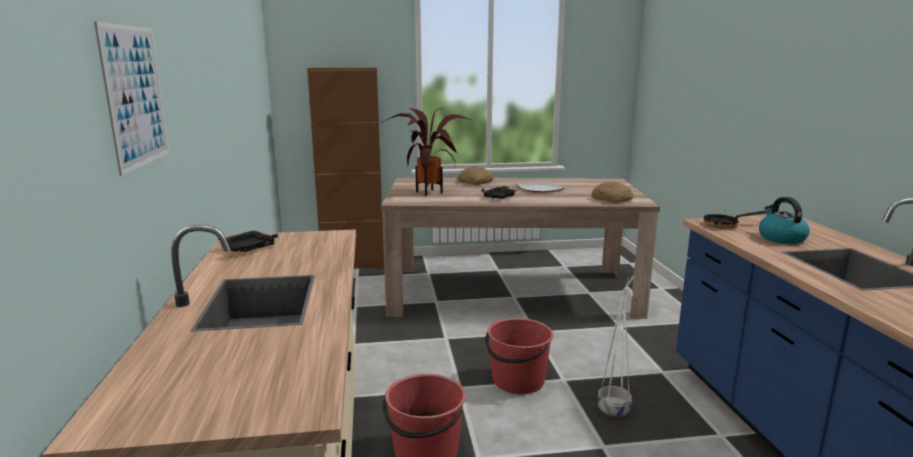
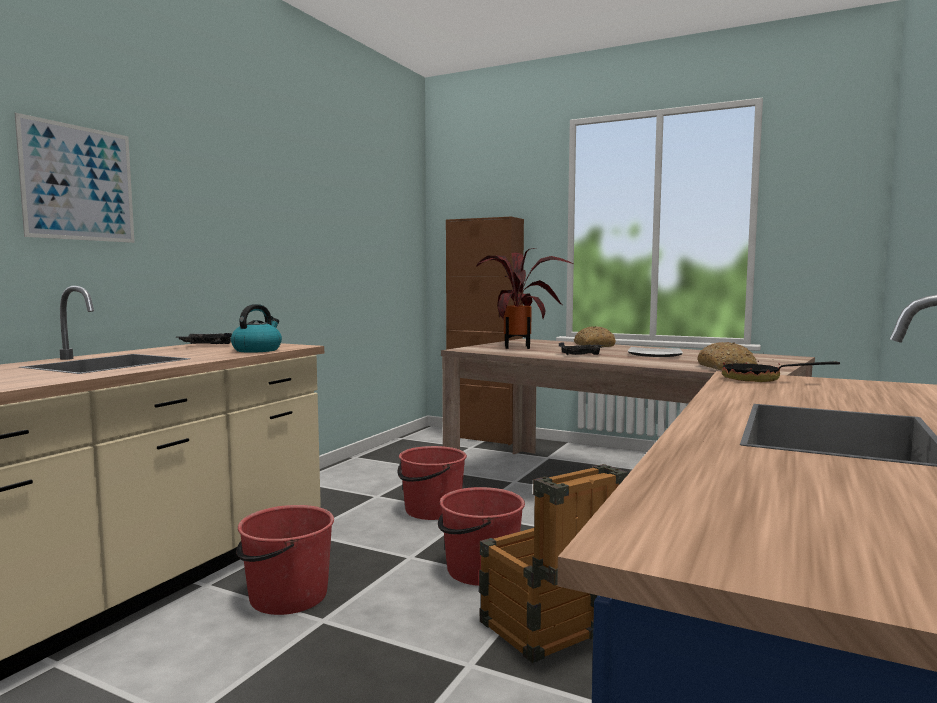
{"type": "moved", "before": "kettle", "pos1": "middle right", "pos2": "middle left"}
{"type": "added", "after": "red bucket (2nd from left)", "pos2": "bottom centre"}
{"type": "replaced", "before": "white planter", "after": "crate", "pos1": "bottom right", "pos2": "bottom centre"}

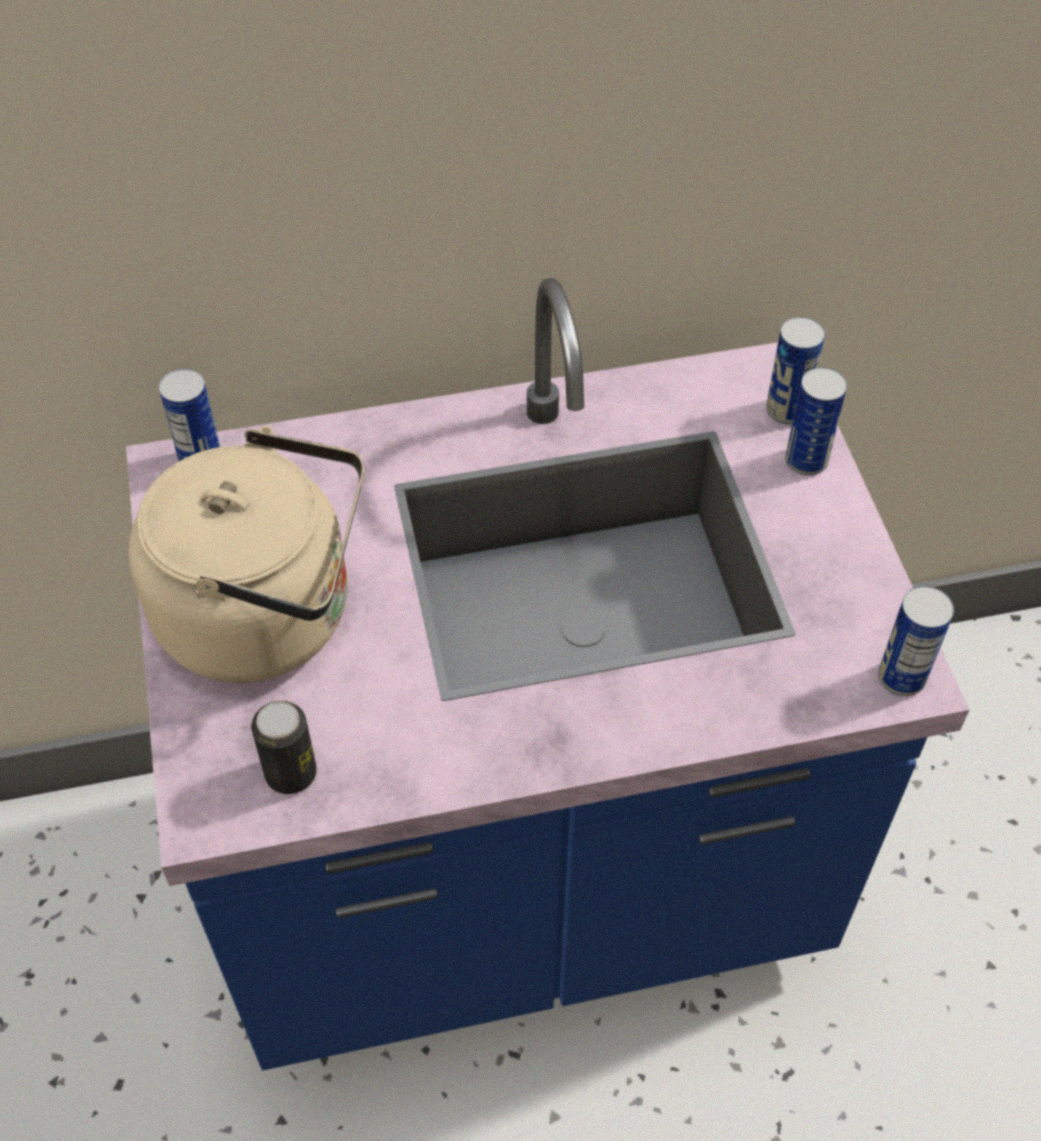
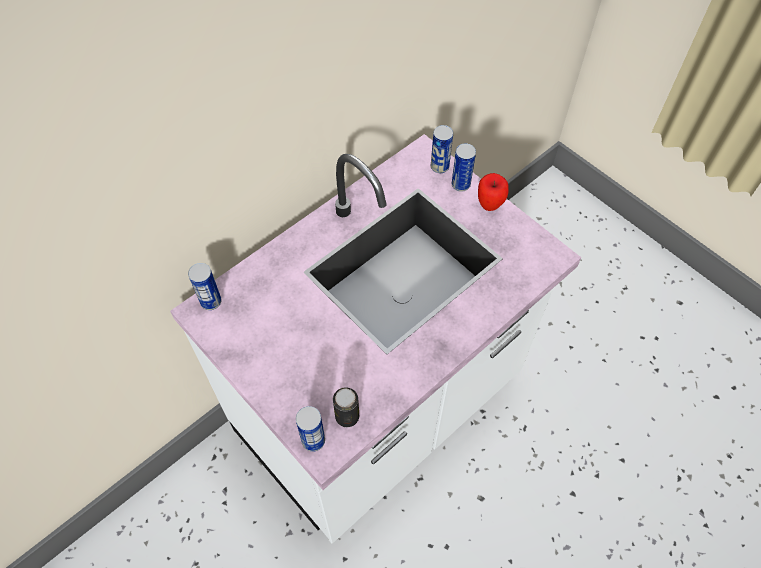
{"type": "recoloured", "before": "blue counter", "after": "white counter", "pos1": "centre", "pos2": "centre"}
{"type": "moved", "before": "can (5th from left in the first image)", "after": "can (2nd from left)", "pos1": "middle right", "pos2": "bottom centre"}
{"type": "added", "after": "apple", "pos2": "centre"}
{"type": "removed", "before": "beige kettle", "pos1": "middle left"}

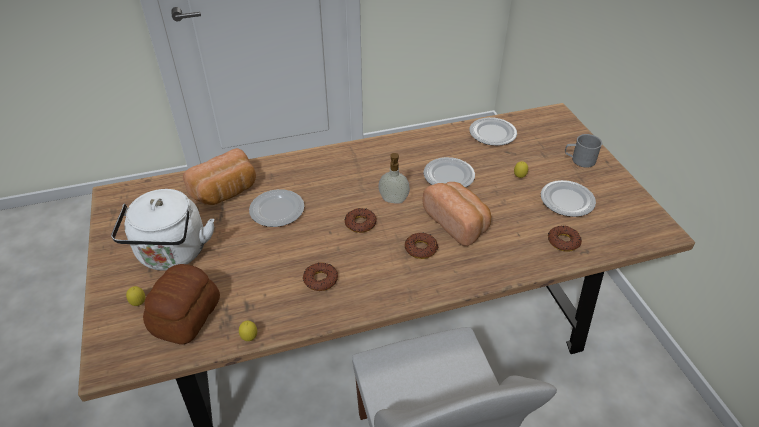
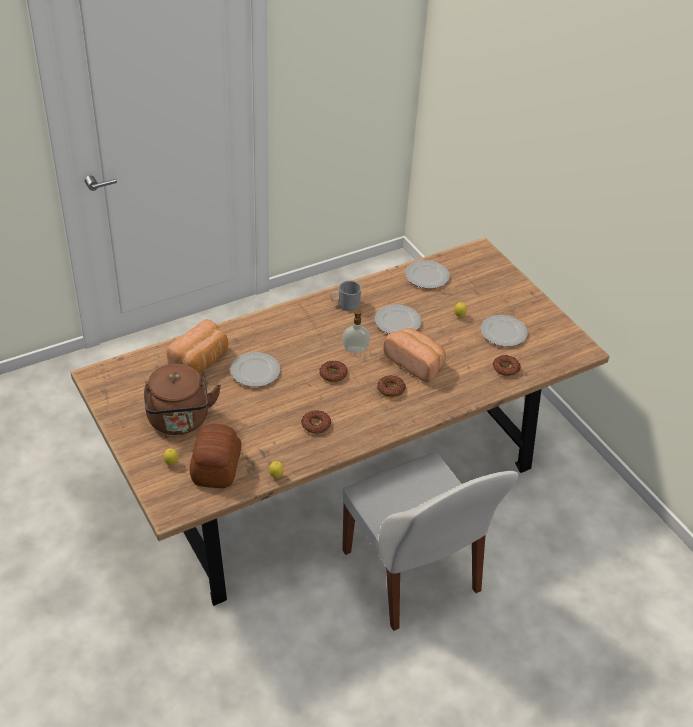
{"type": "recoloured", "before": "white kettle", "after": "brown kettle", "pos1": "middle left", "pos2": "middle left"}
{"type": "moved", "before": "grey mug", "pos1": "middle right", "pos2": "centre"}

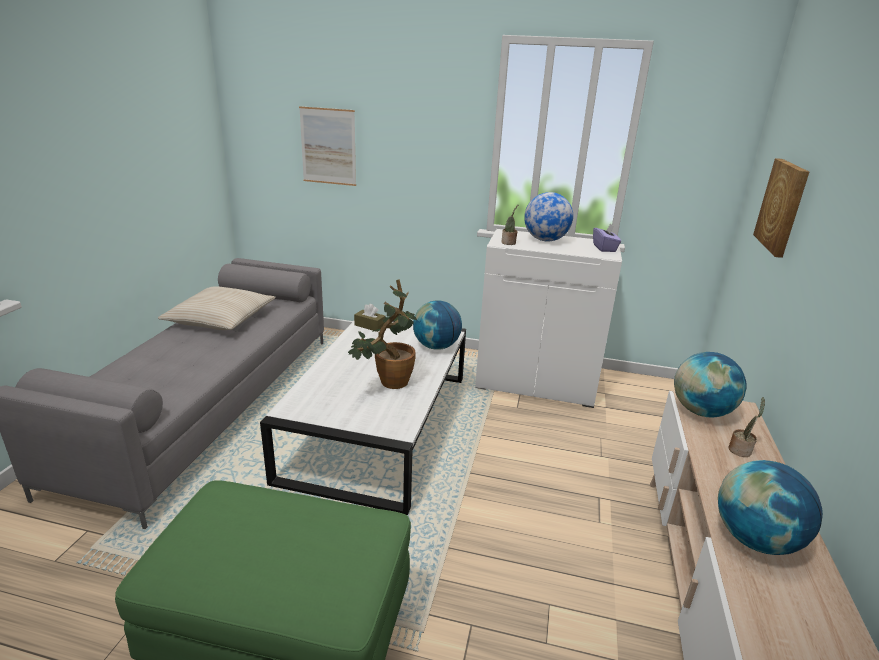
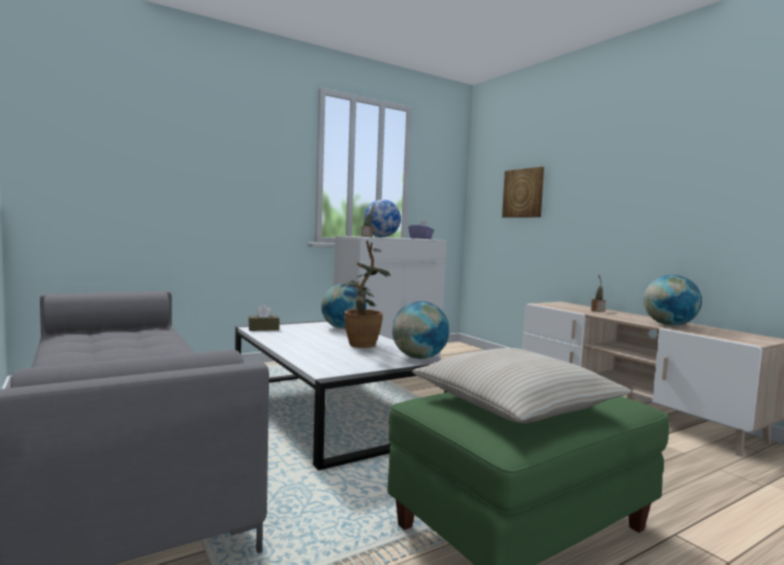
{"type": "moved", "before": "globe (3rd from left)", "pos1": "middle right", "pos2": "centre"}
{"type": "moved", "before": "beige pillow", "pos1": "middle left", "pos2": "bottom centre"}
{"type": "removed", "before": "picture (1st from left)", "pos1": "top centre"}

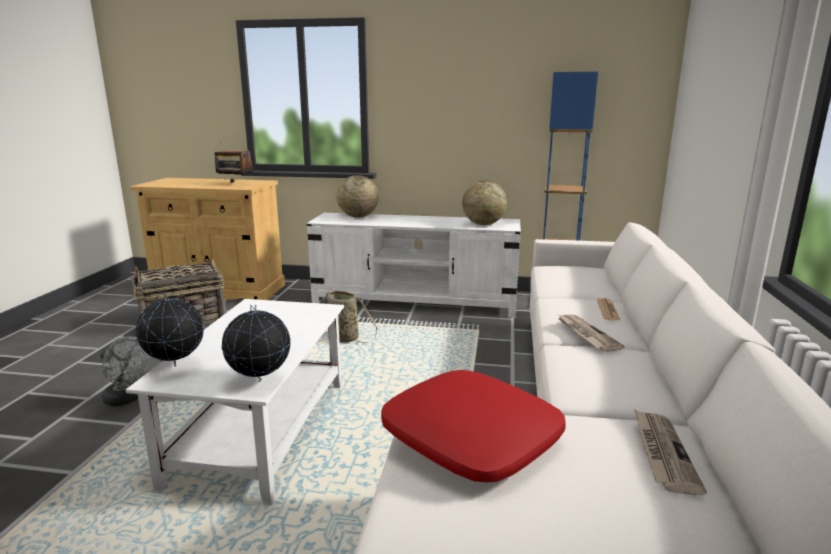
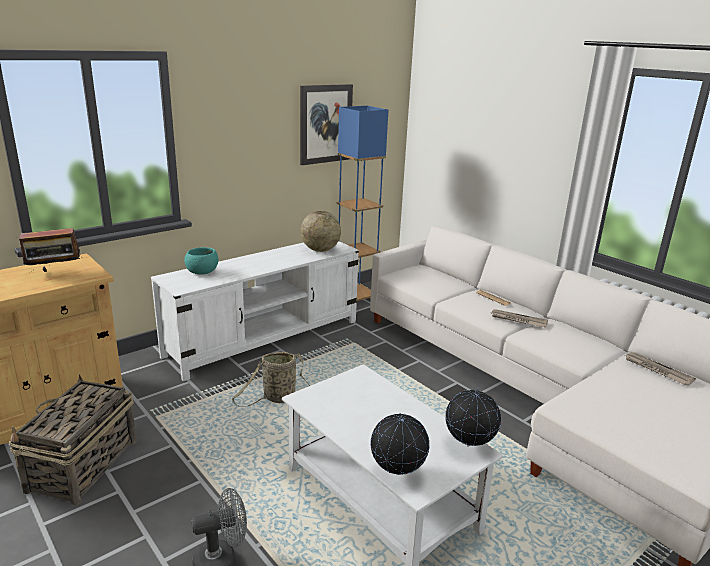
{"type": "replaced", "before": "globe (3rd from left)", "after": "turquoise bowl", "pos1": "centre", "pos2": "middle left"}
{"type": "added", "after": "picture", "pos2": "top centre"}
{"type": "removed", "before": "red pillow", "pos1": "bottom centre"}

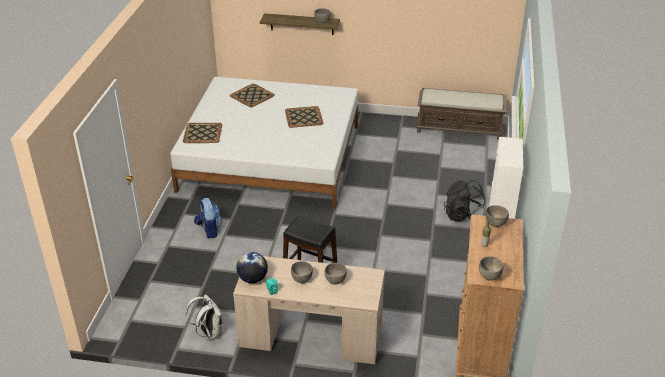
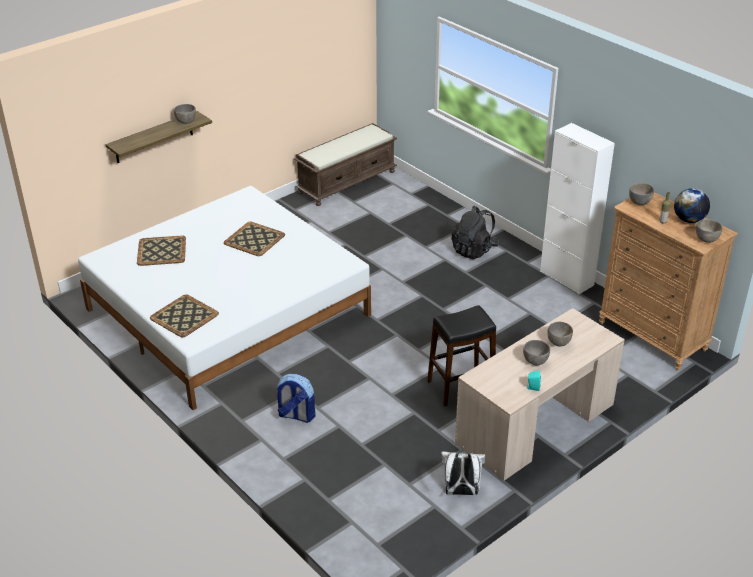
{"type": "moved", "before": "globe", "pos1": "bottom centre", "pos2": "middle right"}

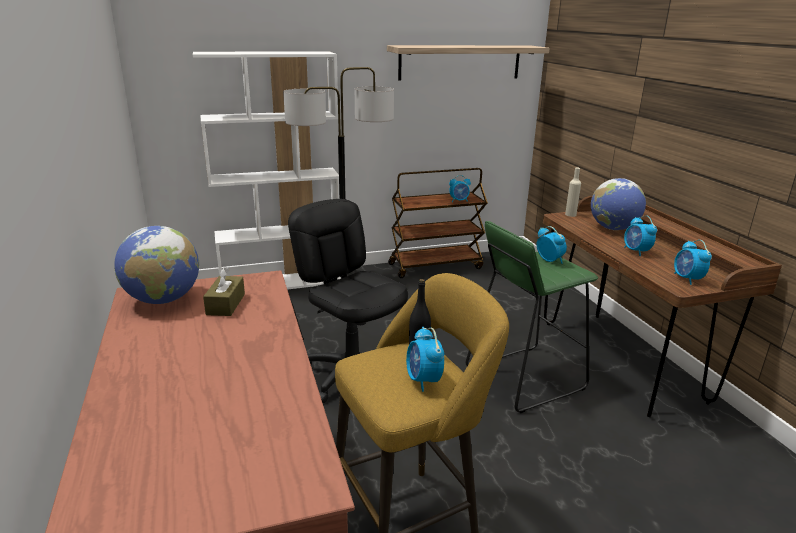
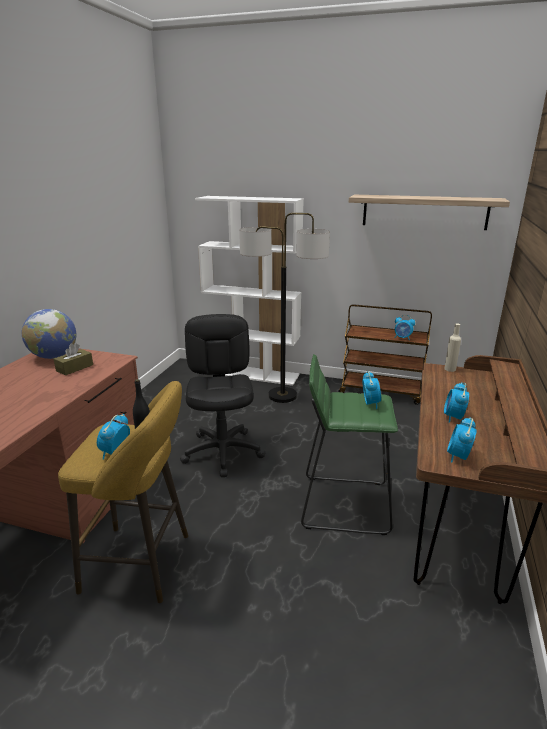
{"type": "removed", "before": "globe (2nd from left)", "pos1": "middle right"}

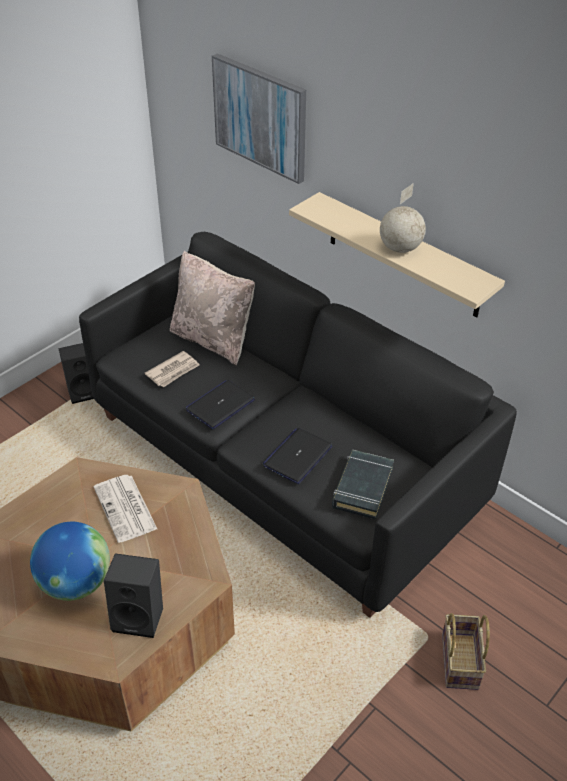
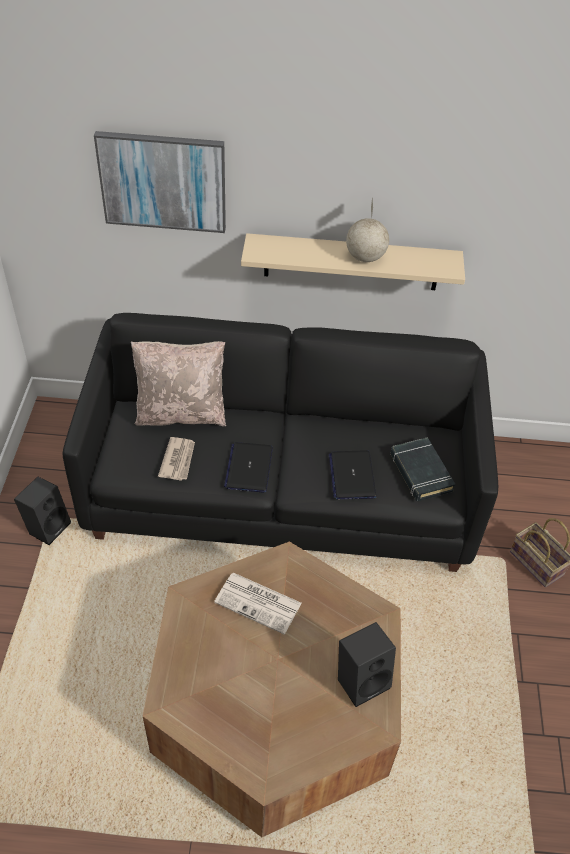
{"type": "removed", "before": "globe (1st from left)", "pos1": "bottom left"}

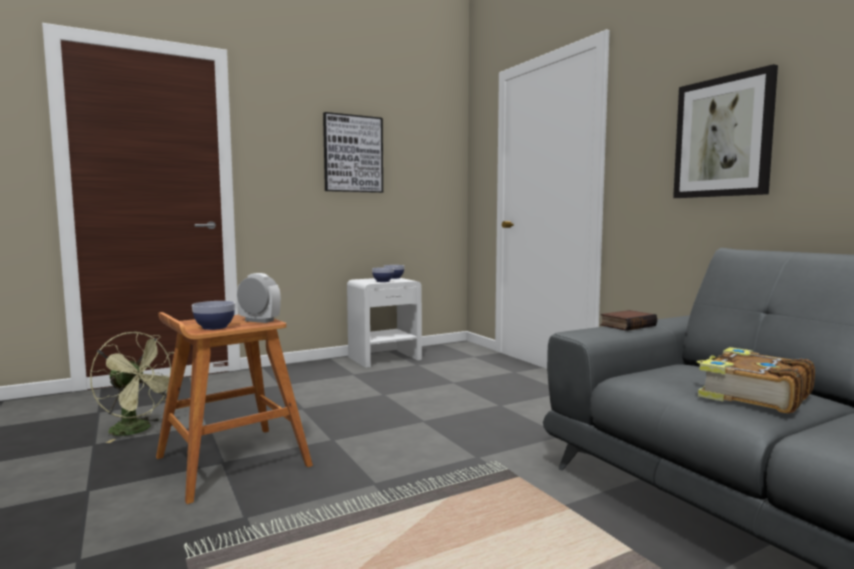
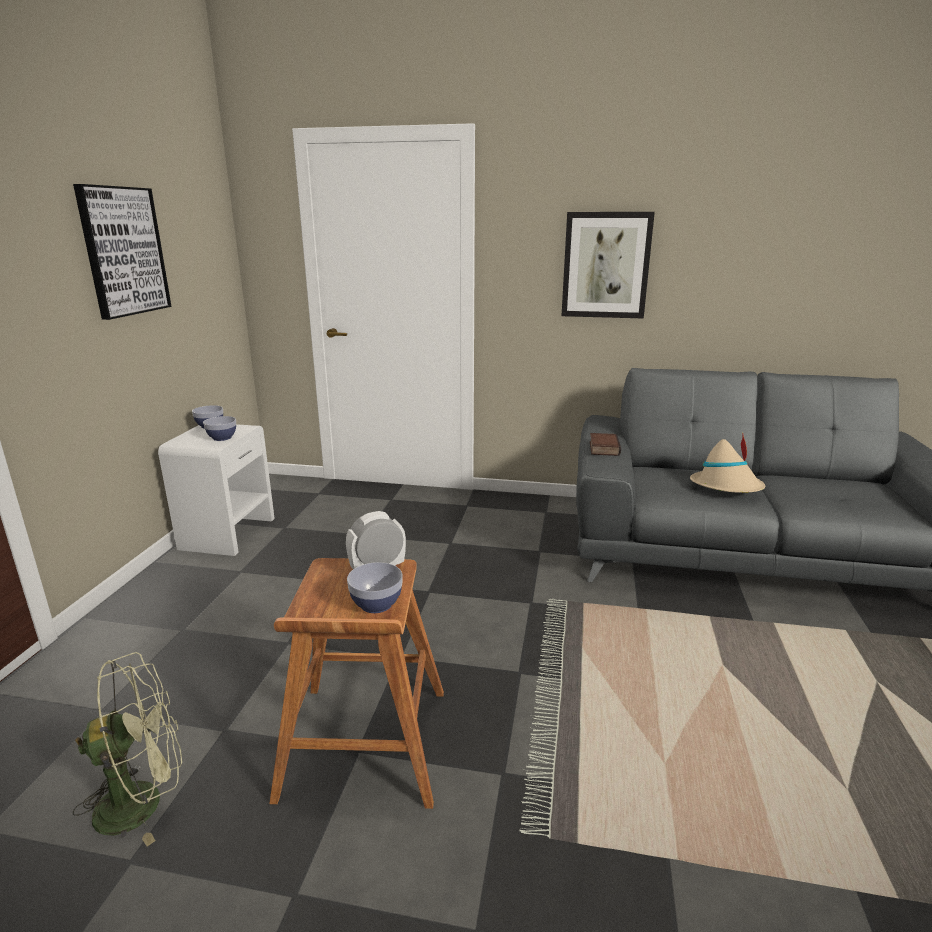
{"type": "replaced", "before": "book (2nd from left)", "after": "beige hat", "pos1": "bottom right", "pos2": "middle right"}

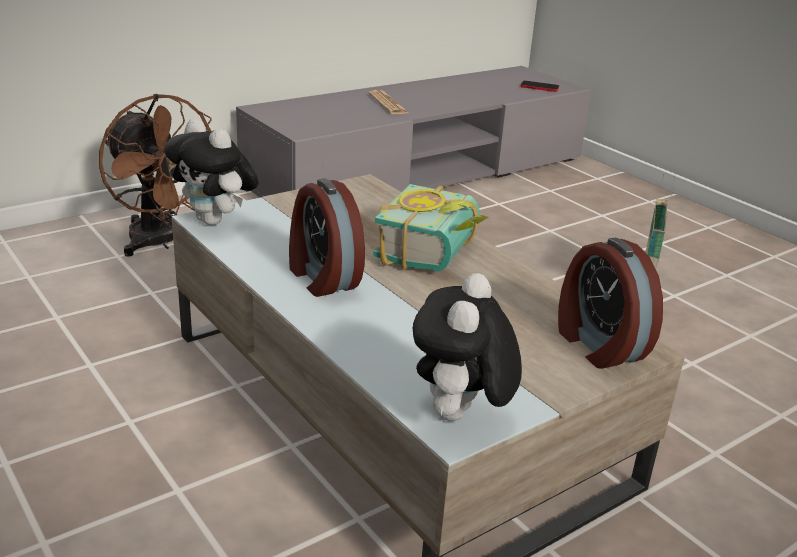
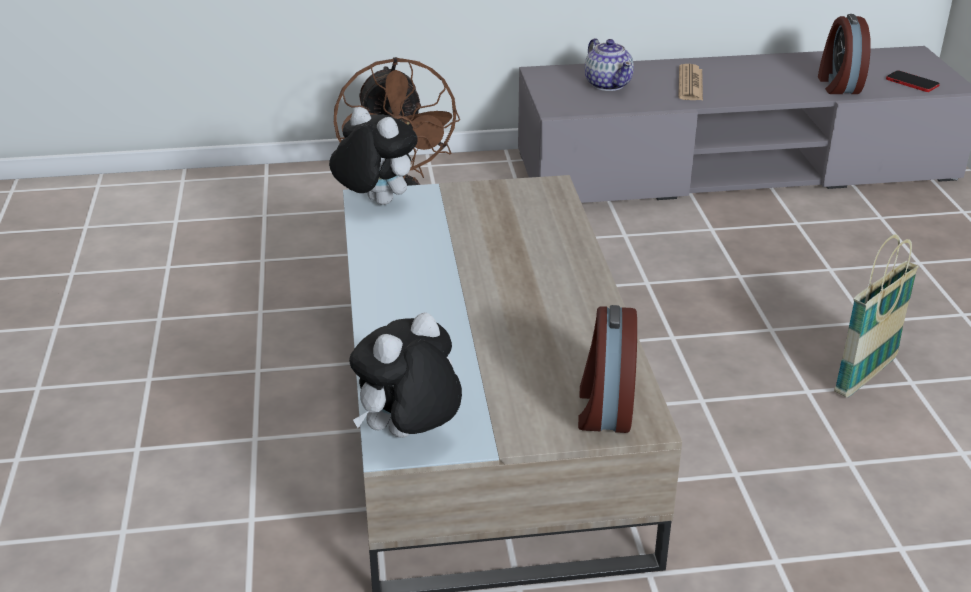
{"type": "turned", "before": "plush toy (1st from left)", "pos1": "top left", "pos2": "top centre", "turn": 150}
{"type": "added", "after": "teapot", "pos2": "top centre"}
{"type": "moved", "before": "alarm clock (1st from left in the first image)", "after": "alarm clock (2nd from left)", "pos1": "centre", "pos2": "top right"}
{"type": "removed", "before": "book", "pos1": "centre"}

